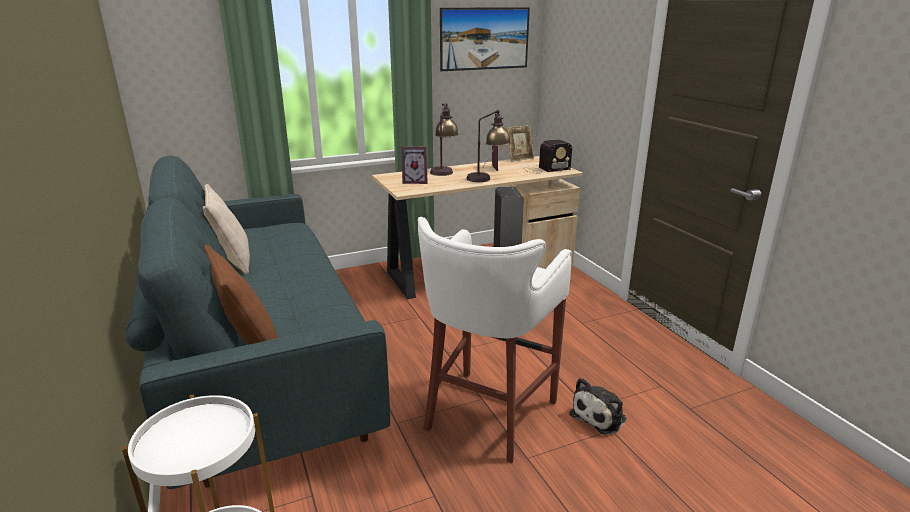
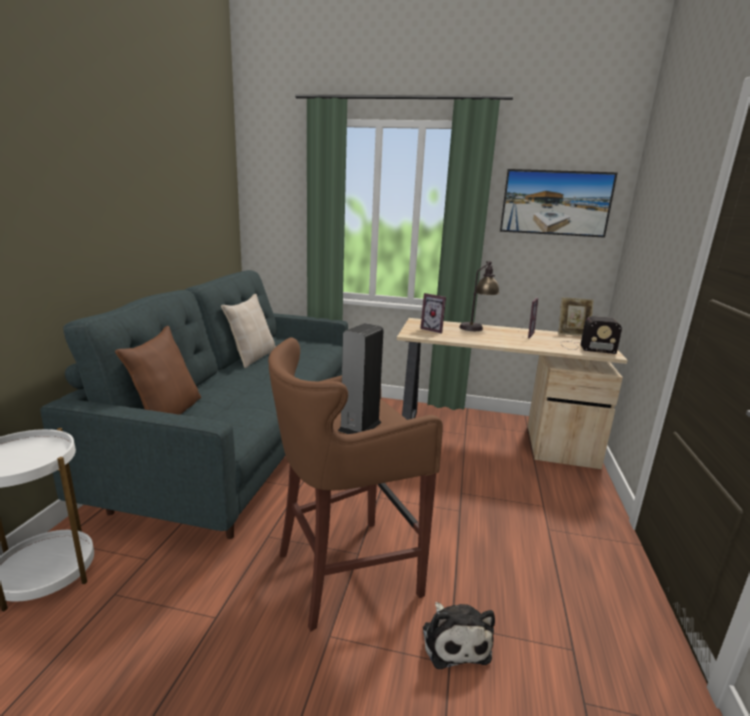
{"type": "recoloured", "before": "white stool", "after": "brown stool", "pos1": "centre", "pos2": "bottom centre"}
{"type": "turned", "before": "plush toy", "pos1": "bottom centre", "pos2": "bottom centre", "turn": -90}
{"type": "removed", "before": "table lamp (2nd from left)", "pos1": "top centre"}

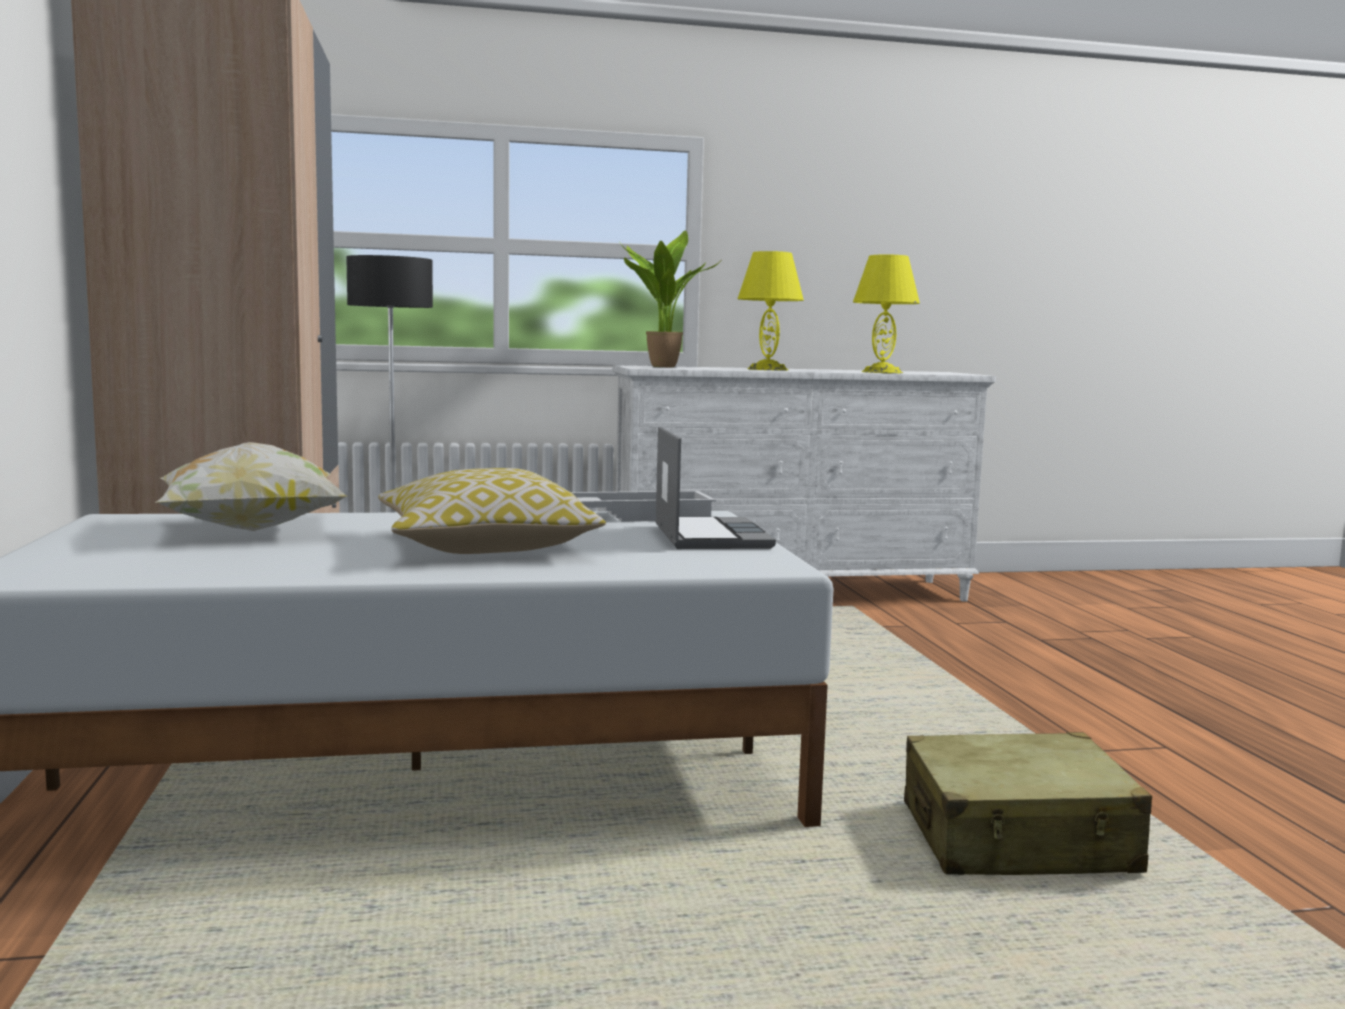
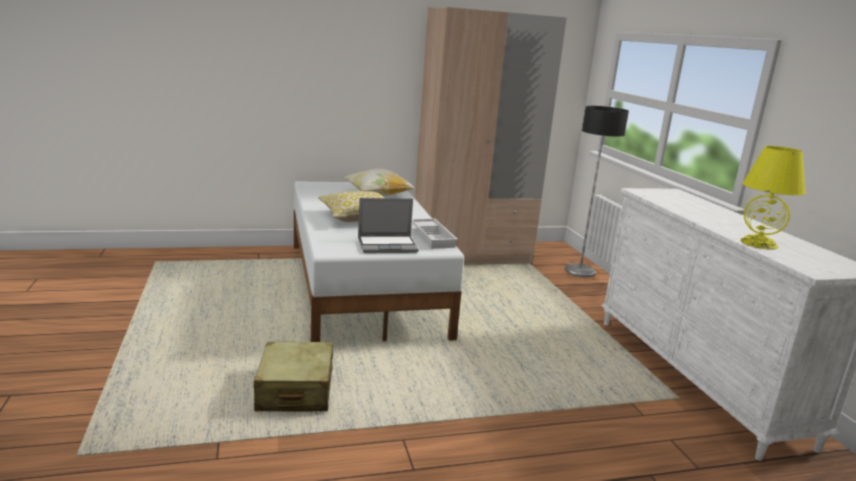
{"type": "removed", "before": "potted plant", "pos1": "top centre"}
{"type": "removed", "before": "yellow table lamp (1st from left)", "pos1": "top centre"}

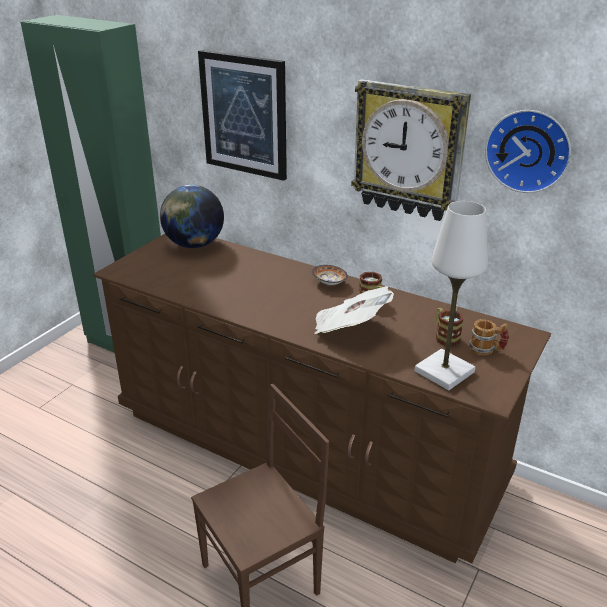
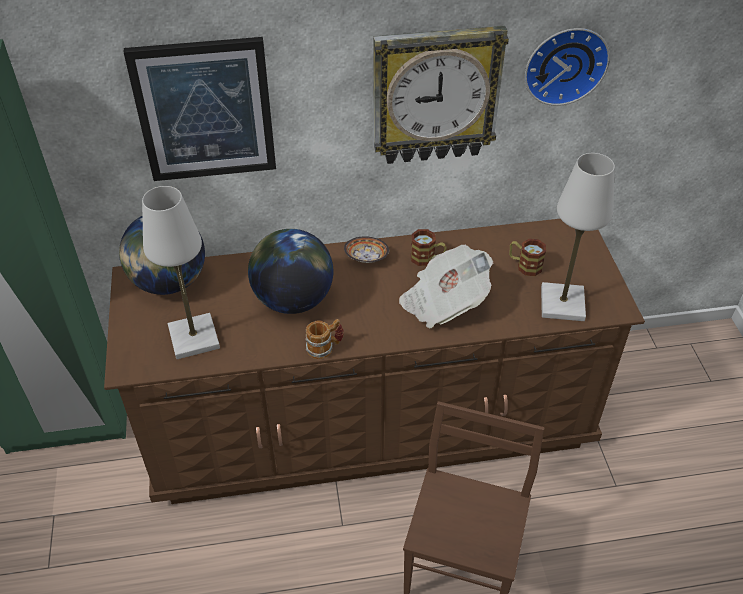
{"type": "added", "after": "white table lamp (1st from left)", "pos2": "middle left"}
{"type": "added", "after": "globe (2nd from left)", "pos2": "centre"}
{"type": "moved", "before": "mug (3rd from left in the first image)", "after": "mug (1st from left)", "pos1": "middle right", "pos2": "centre"}

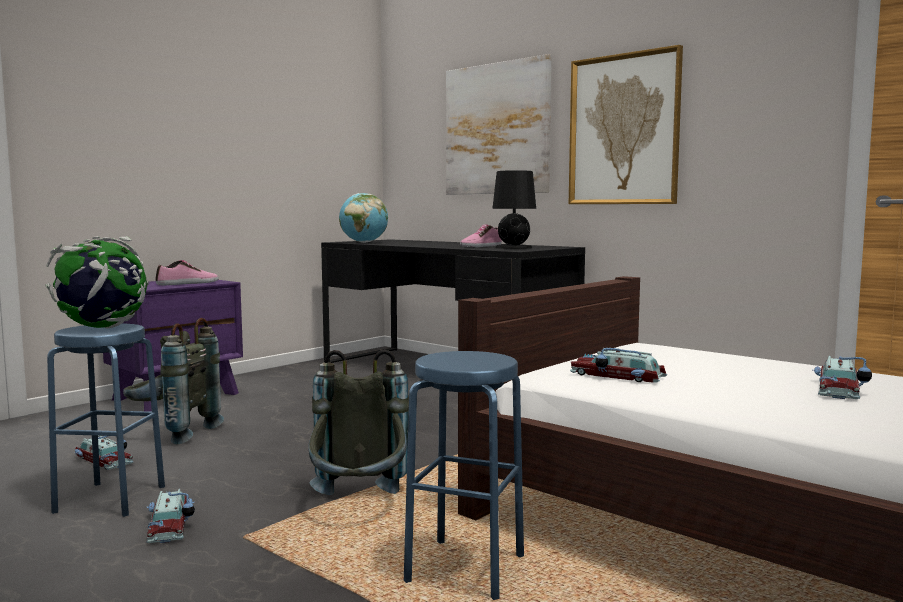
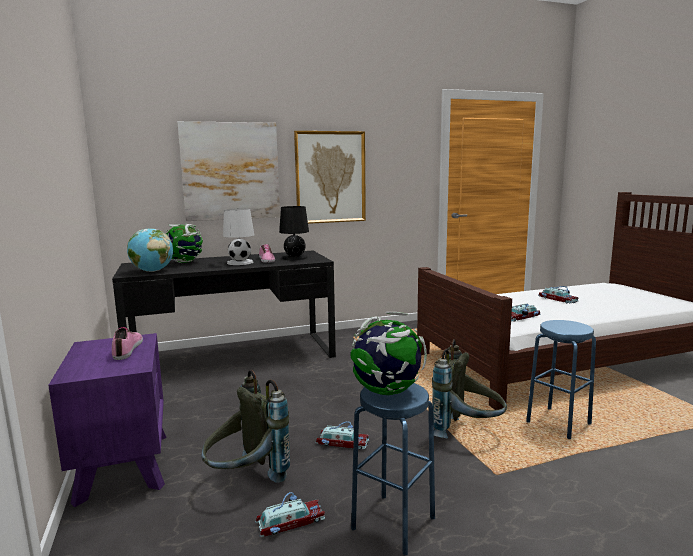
{"type": "added", "after": "globe (2nd from left)", "pos2": "middle left"}
{"type": "added", "after": "white table lamp", "pos2": "centre"}
{"type": "moved", "before": "toy car (2nd from left)", "pos1": "bottom left", "pos2": "bottom centre"}

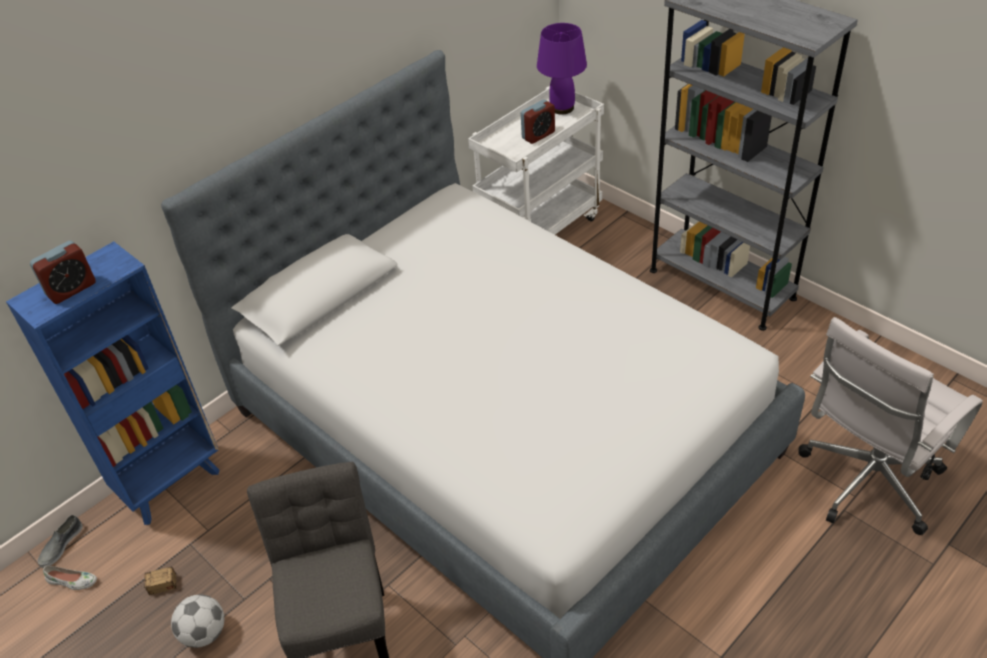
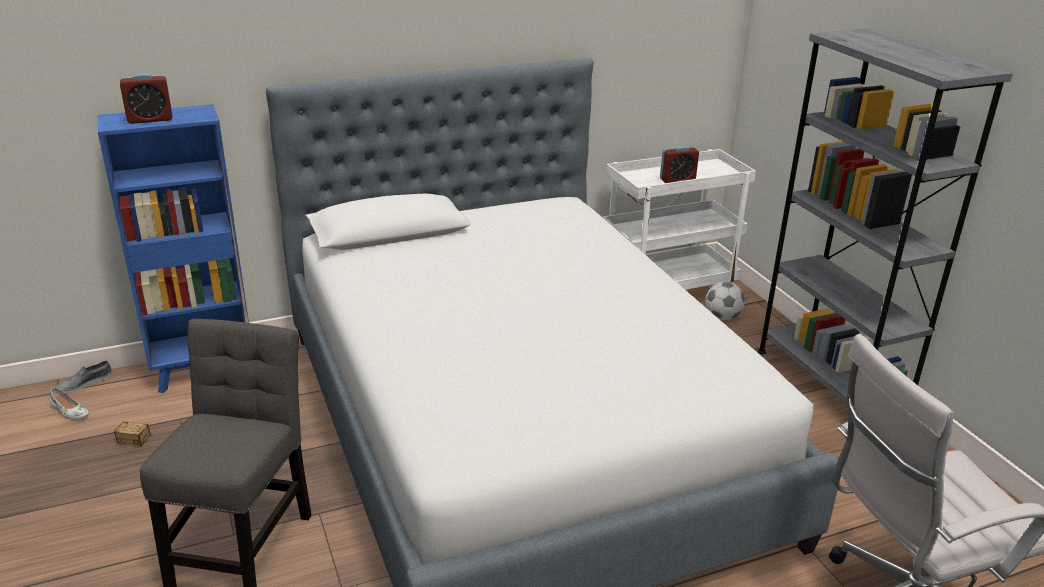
{"type": "moved", "before": "football", "pos1": "bottom left", "pos2": "middle right"}
{"type": "removed", "before": "purple table lamp", "pos1": "top centre"}

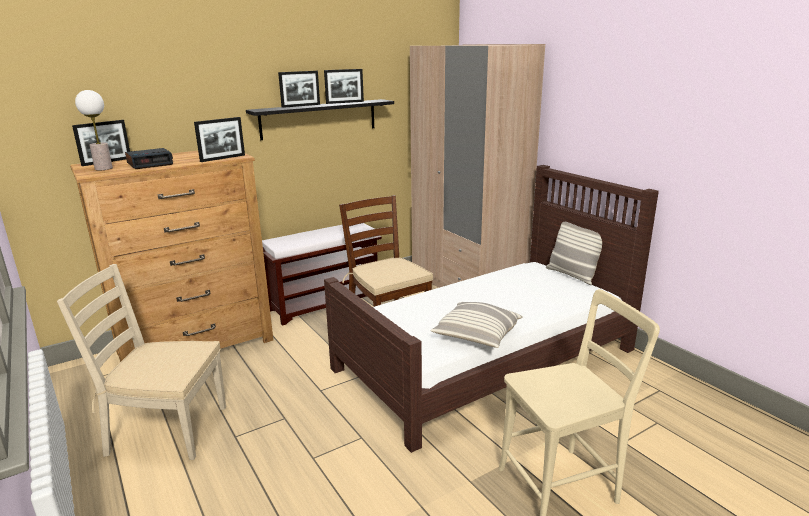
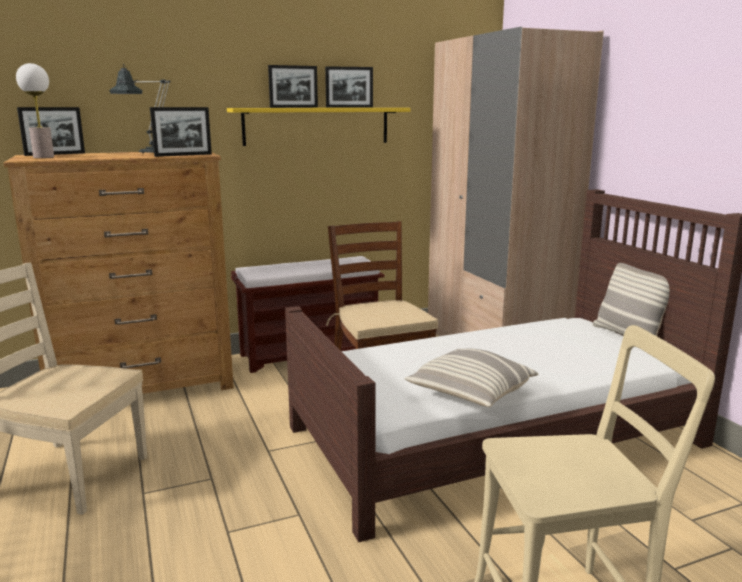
{"type": "added", "after": "table lamp (2nd from left)", "pos2": "top left"}
{"type": "recoloured", "before": "black shelf", "after": "yellow shelf", "pos1": "top centre", "pos2": "top centre"}
{"type": "removed", "before": "alarm clock", "pos1": "top left"}

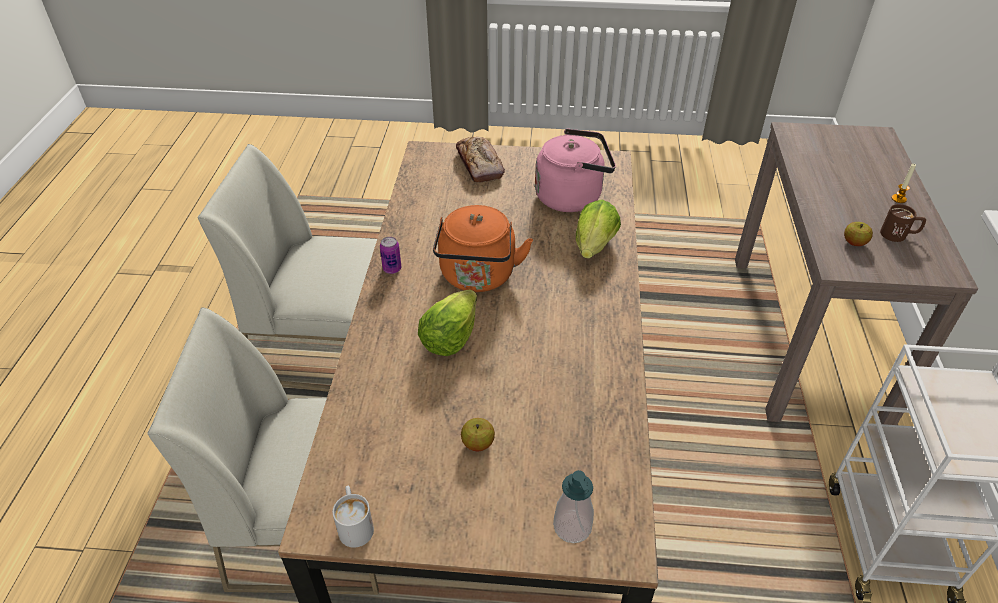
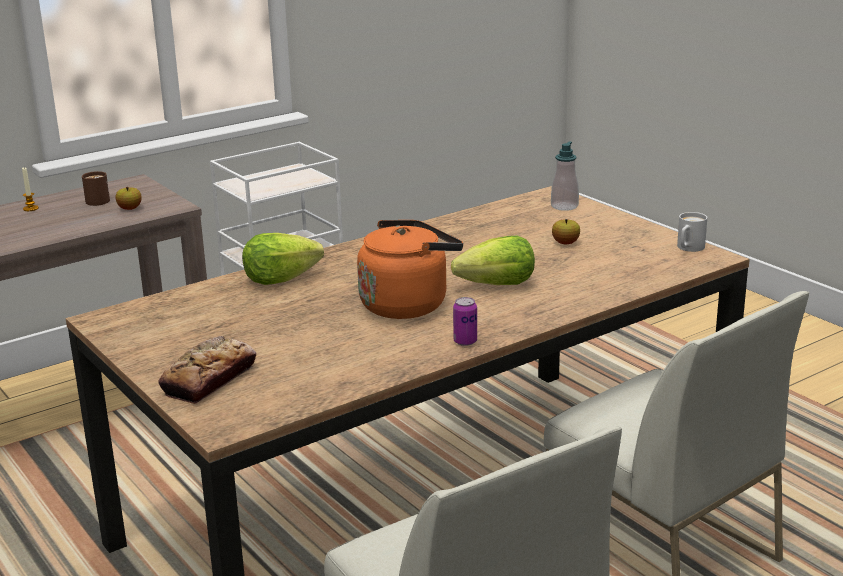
{"type": "removed", "before": "pink kettle", "pos1": "top centre"}

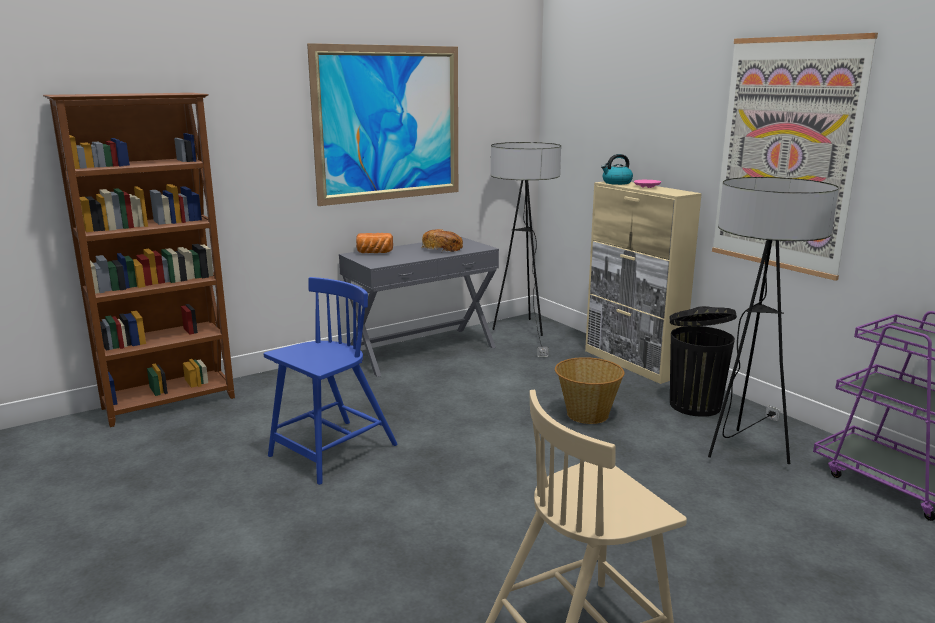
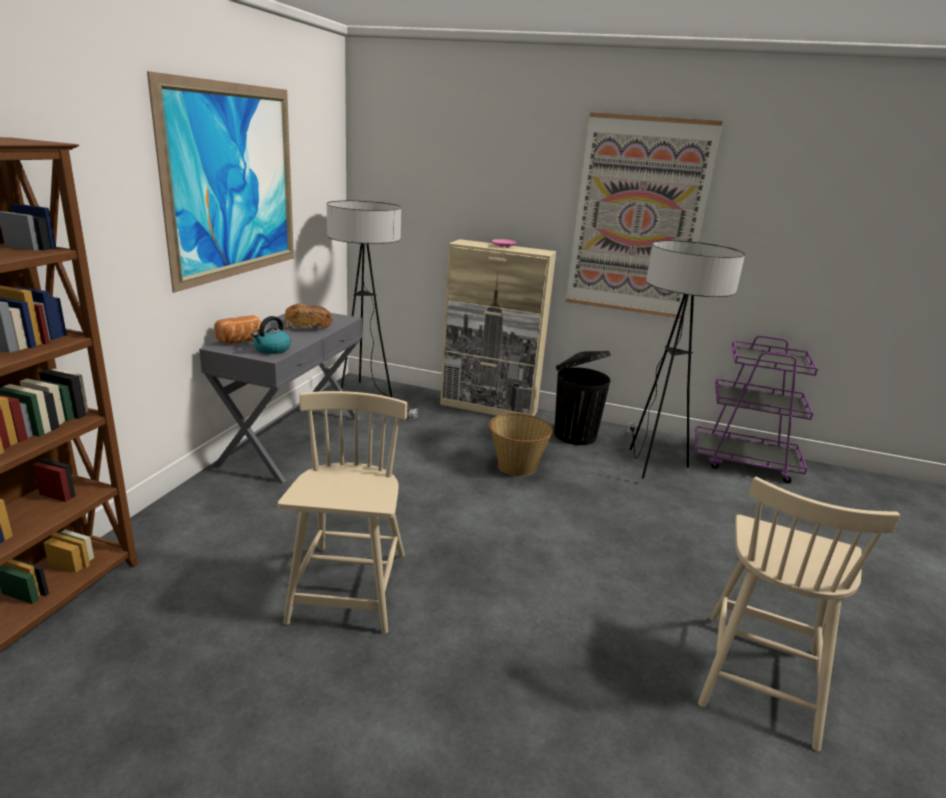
{"type": "moved", "before": "kettle", "pos1": "top centre", "pos2": "middle left"}
{"type": "recoloured", "before": "blue chair", "after": "beige chair (1st from left)", "pos1": "centre", "pos2": "centre"}

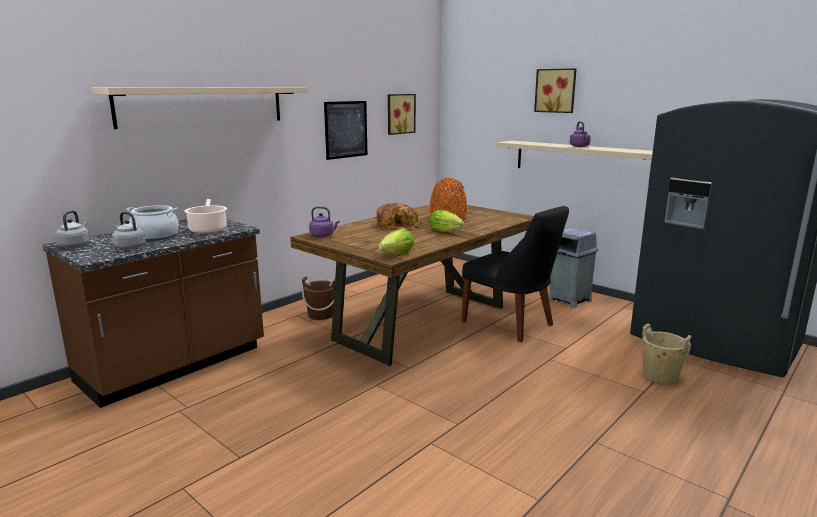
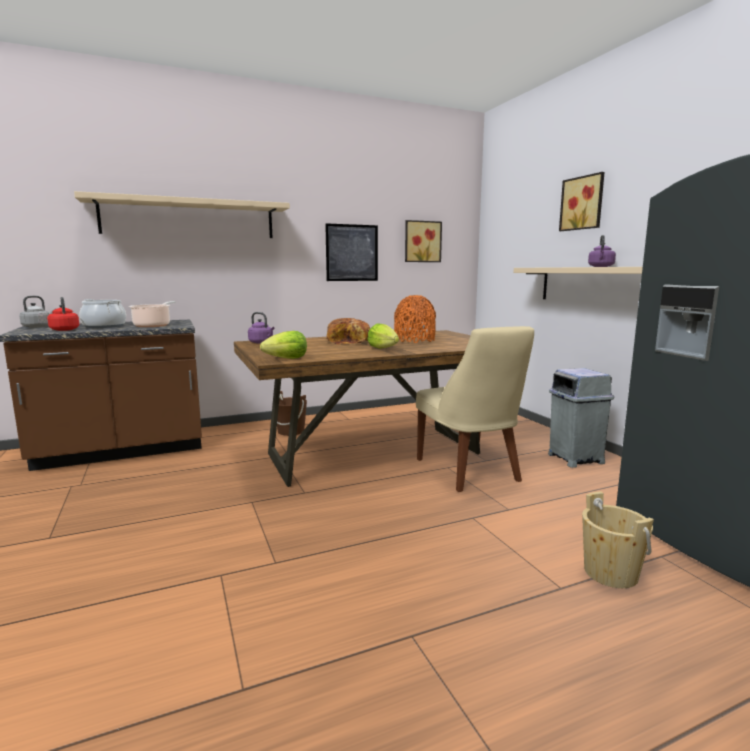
{"type": "recoloured", "before": "grey kettle (2nd from left)", "after": "red kettle", "pos1": "middle left", "pos2": "middle left"}
{"type": "recoloured", "before": "black chair", "after": "beige chair", "pos1": "centre", "pos2": "centre"}

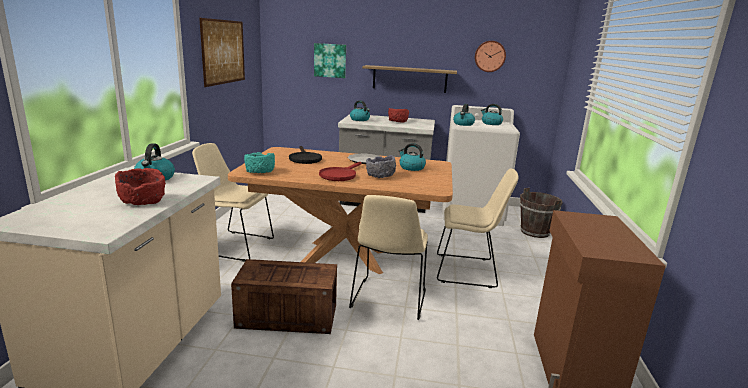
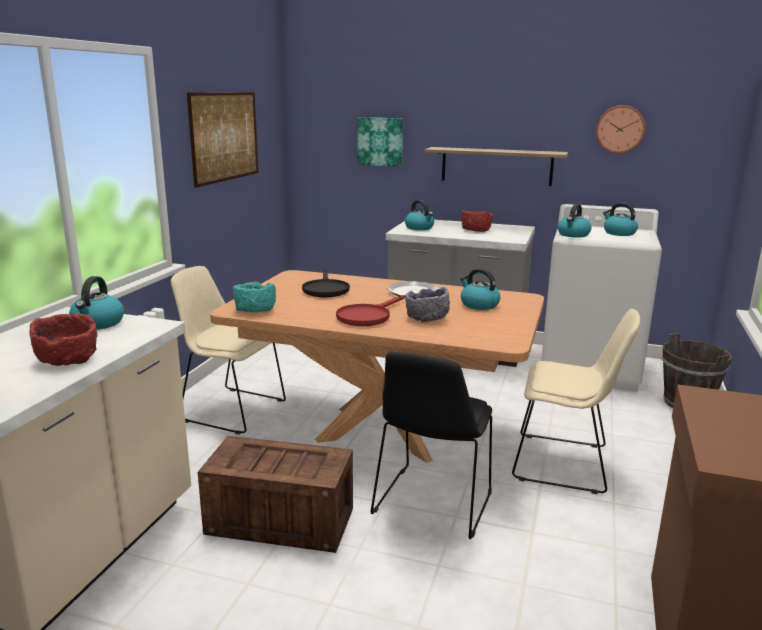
{"type": "recoloured", "before": "beige chair (2nd from left)", "after": "black chair", "pos1": "centre", "pos2": "bottom centre"}

